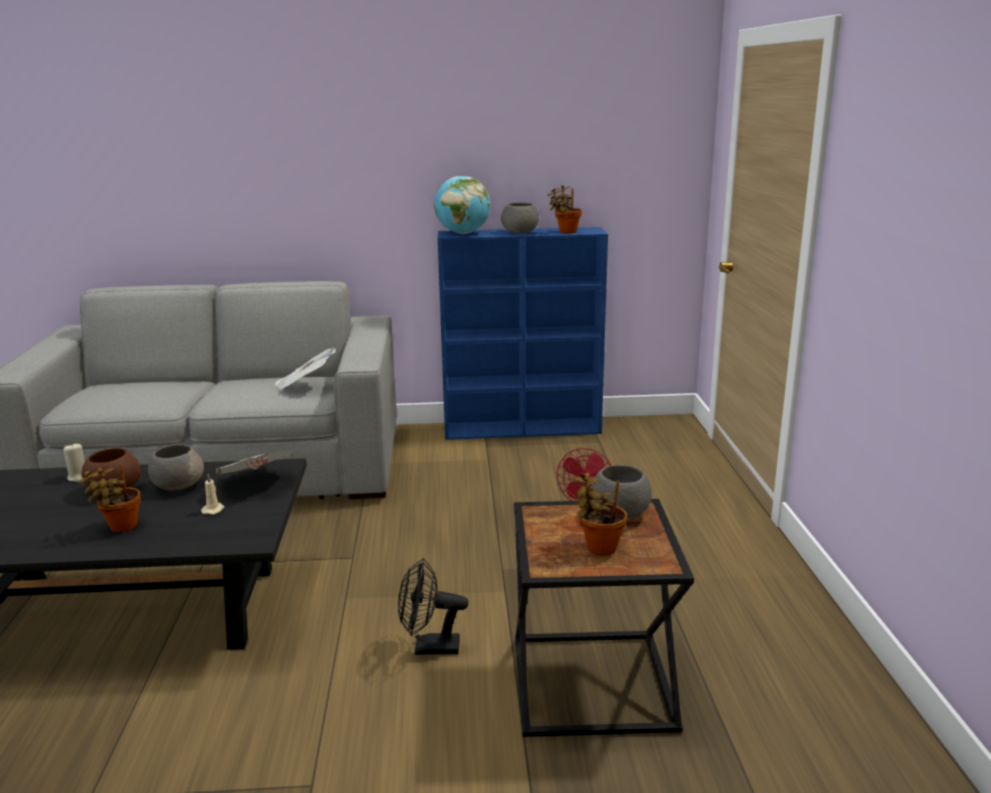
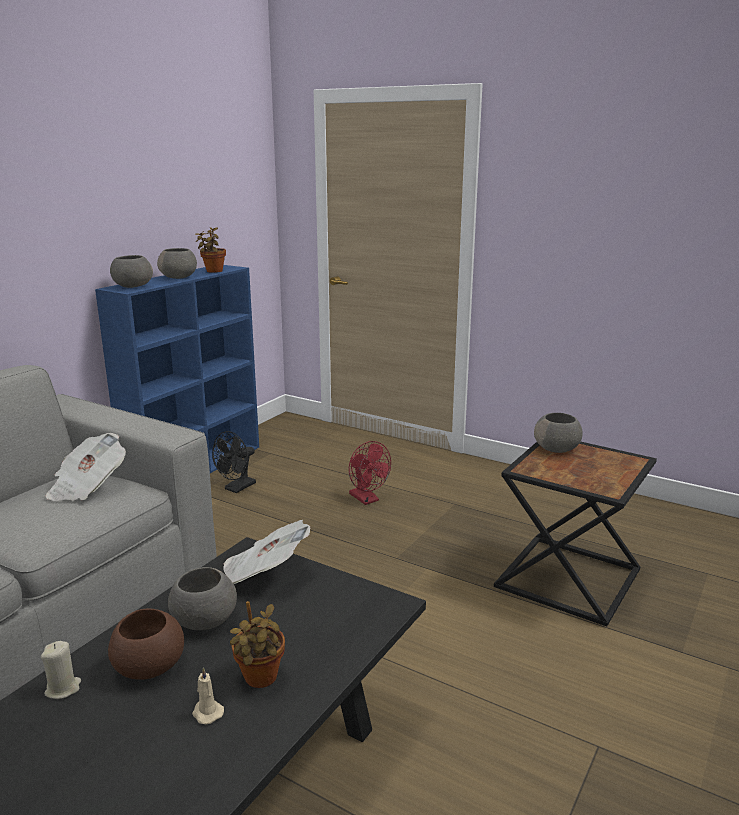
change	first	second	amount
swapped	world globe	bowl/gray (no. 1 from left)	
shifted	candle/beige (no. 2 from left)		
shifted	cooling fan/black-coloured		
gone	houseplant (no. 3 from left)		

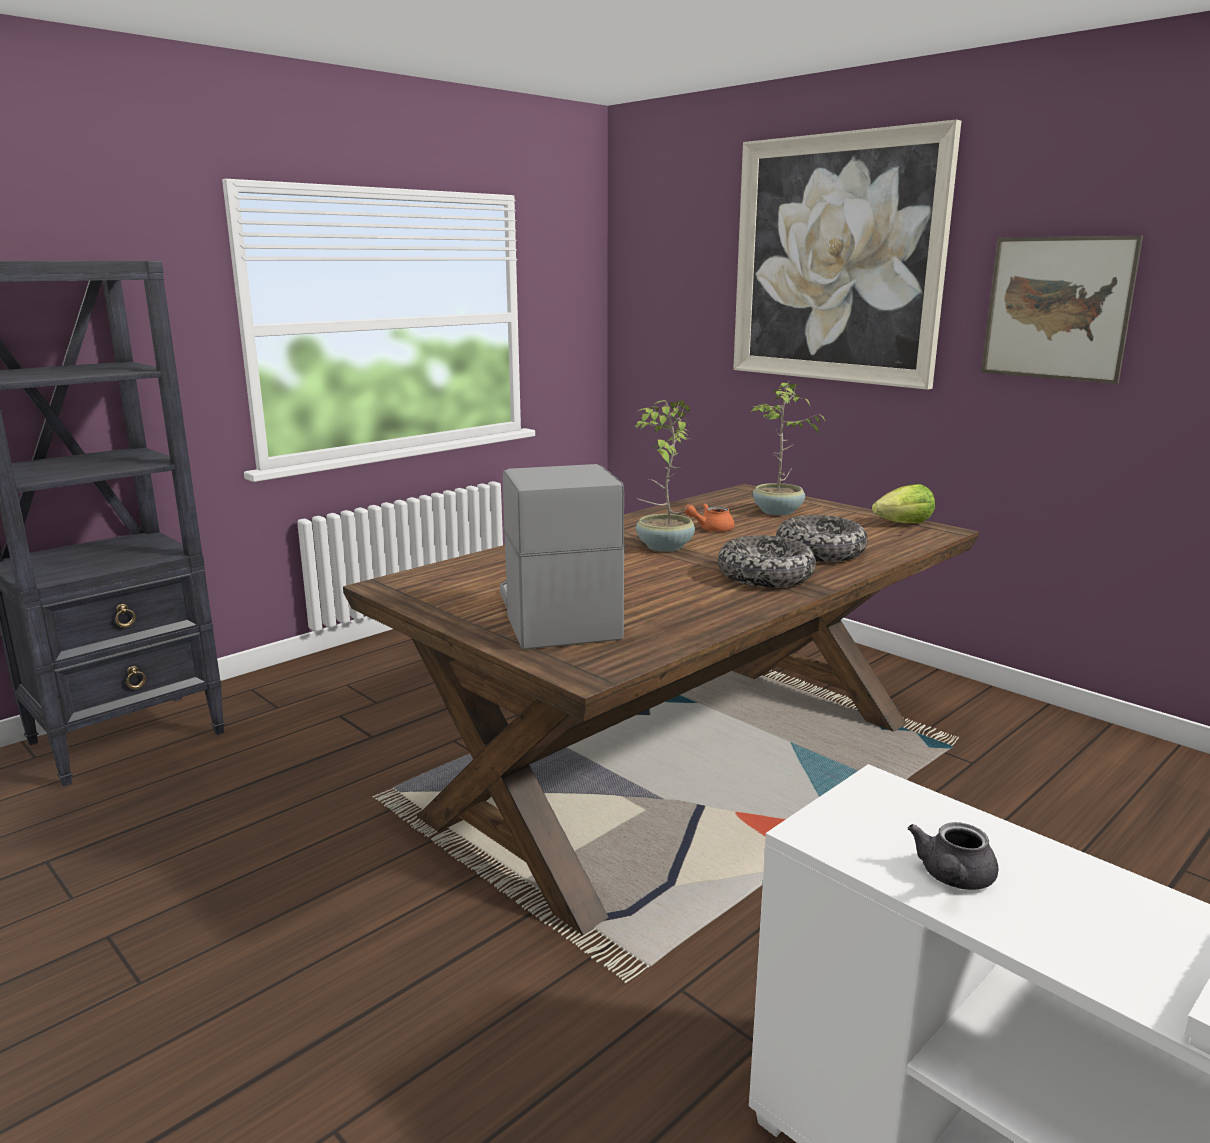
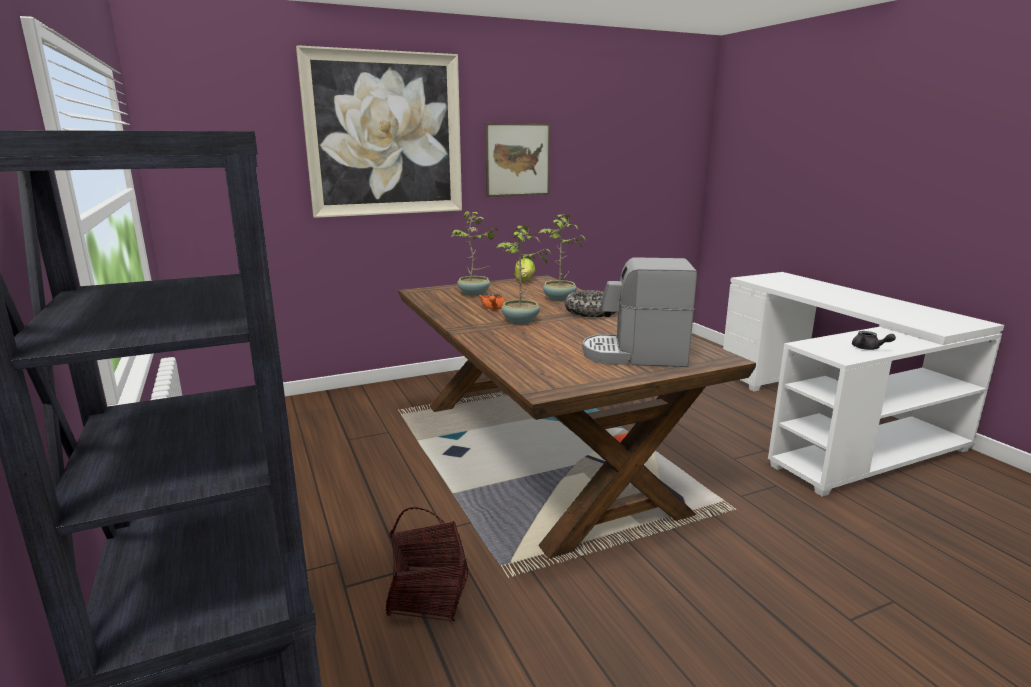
change	first	second	amount
new		storage basket	
swapped	bowl (no. 2 from left)	houseplant (no. 3 from left)	

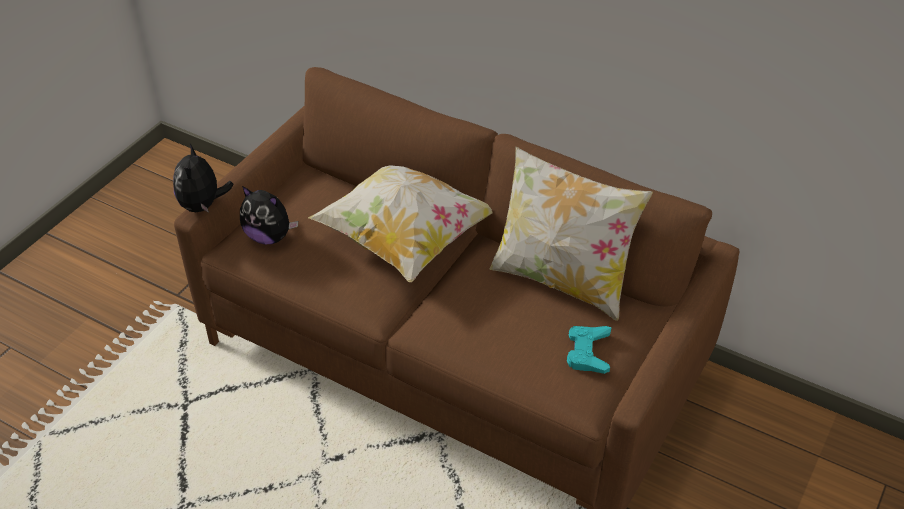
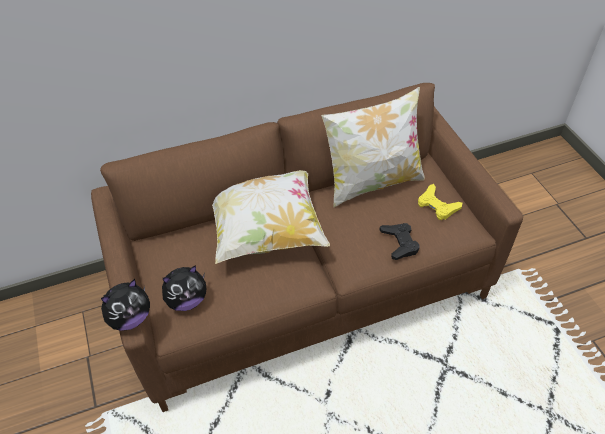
change	first	second	amount
rotated	soft toy (no. 1 from left)		75 degrees counterclockwise
new		joypad/black-coloured	
repainted	joypad/blue-green	joypad/yellowish	

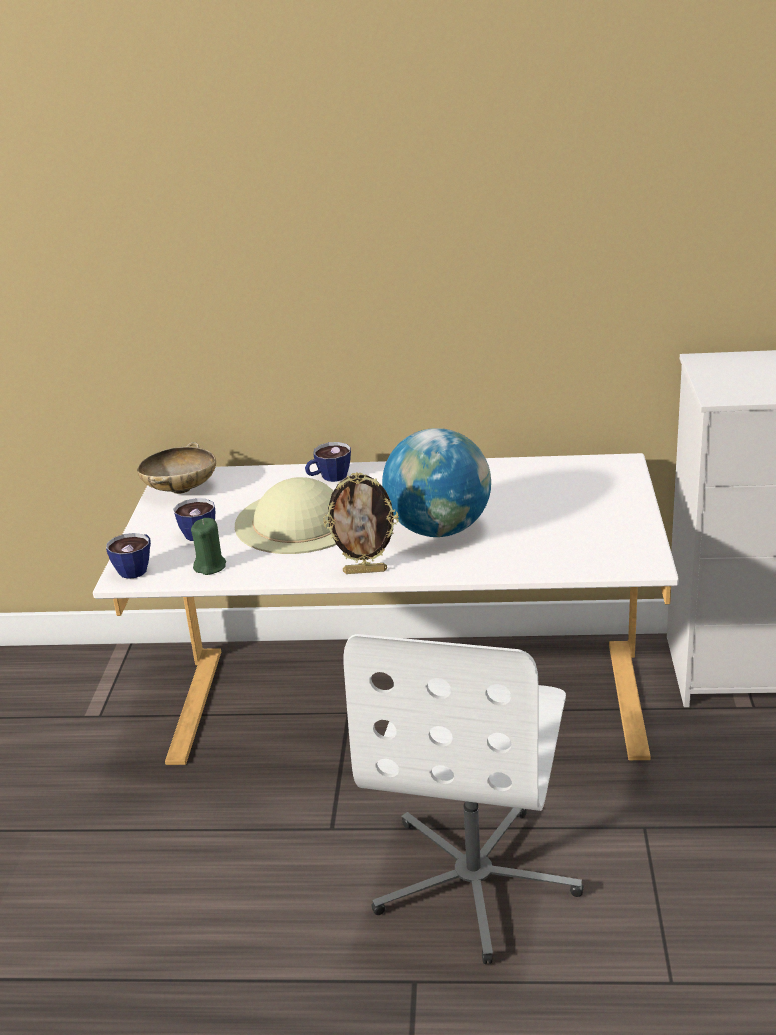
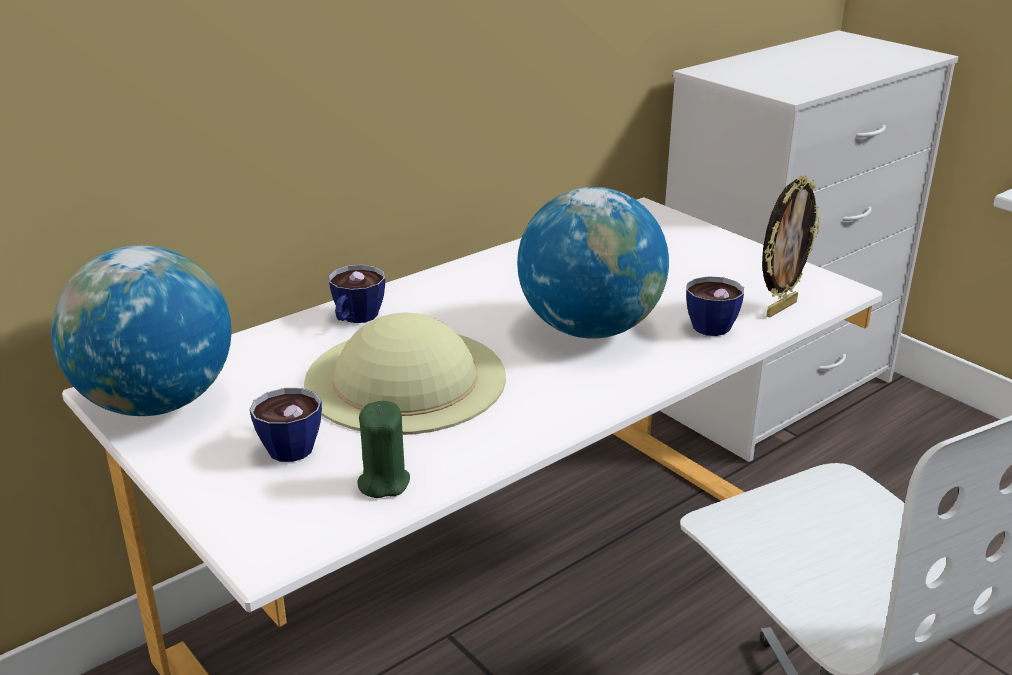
change	first	second	amount
swapped	bowl/beige	world globe (no. 1 from left)	
shifted	cup (no. 1 from left in the first image)	cup (no. 3 from left)	
shifted	photo frame		

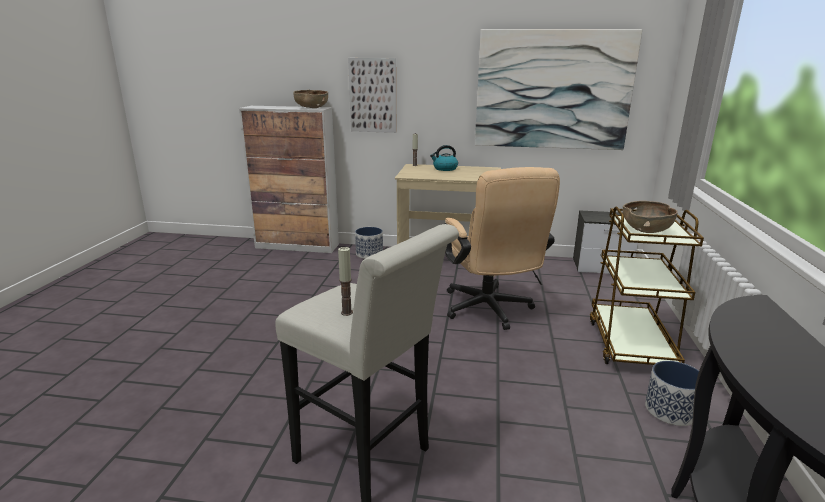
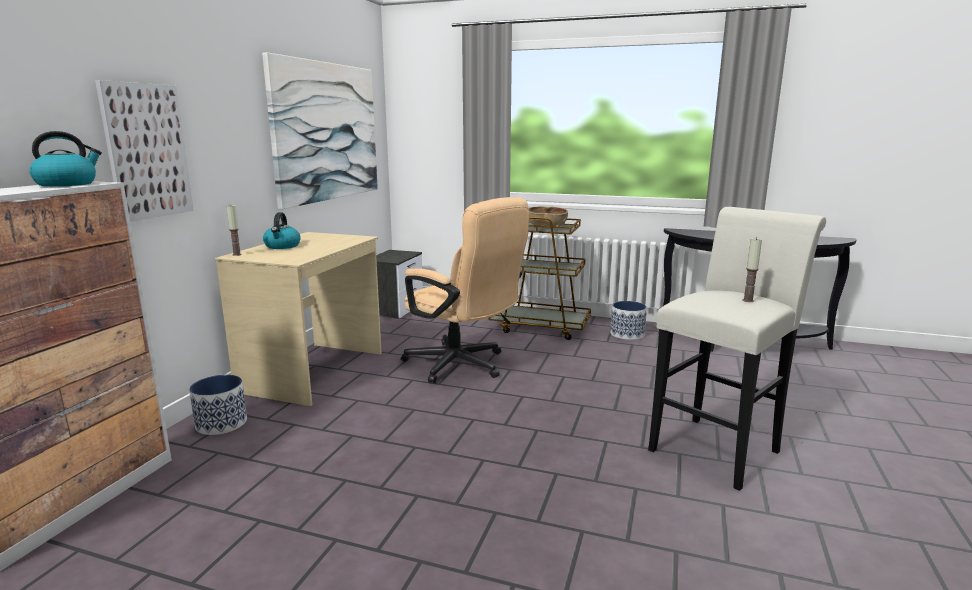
change	first	second	amount
swapped	bowl/brownish (no. 1 from left)	tea kettle (no. 1 from left)	
rotated	computer chair/beige		45 degrees clockwise

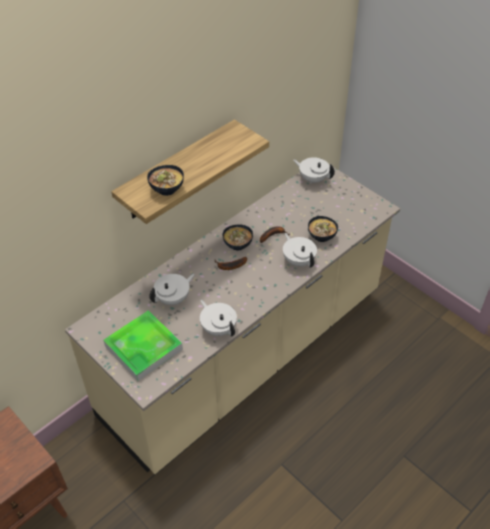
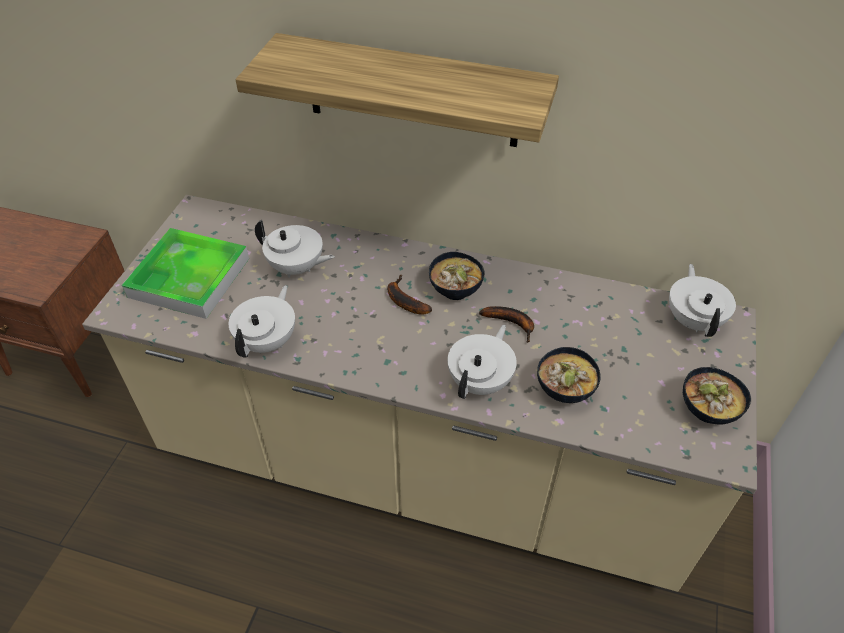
change	first	second	amount
shifted	bowl (no. 1 from left in the first image)	bowl (no. 3 from left)	

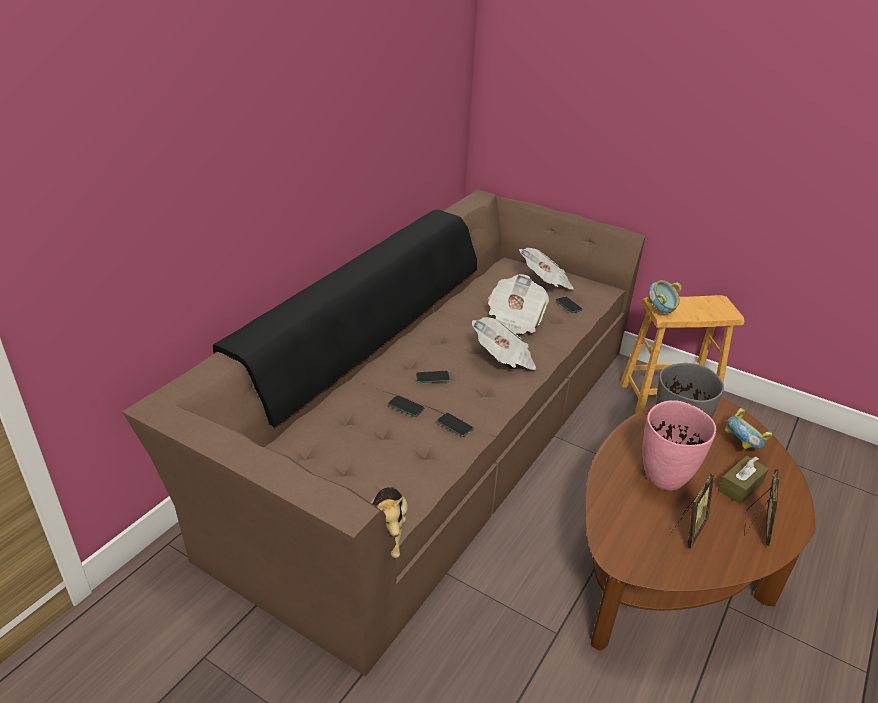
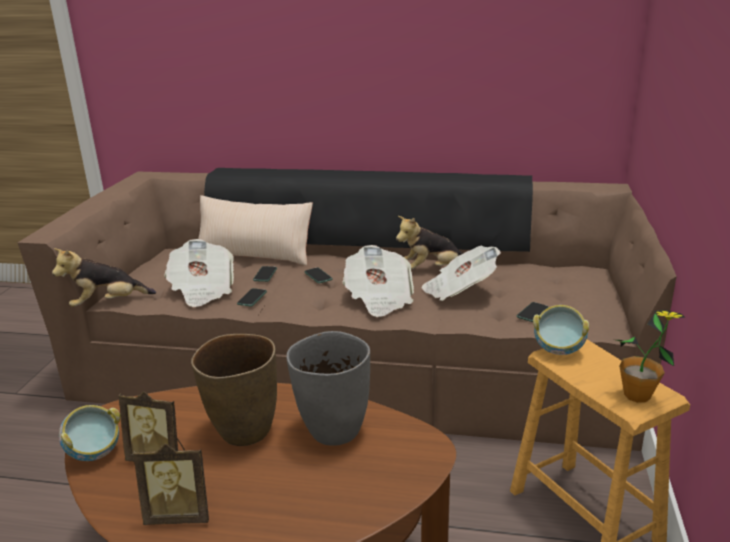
change	first	second	amount
shifted	bowl (no. 2 from left in the first image)	bowl (no. 1 from left)	
shifted	newspaper (no. 3 from left in the first image)	newspaper (no. 1 from left)	
repainted	flower vase/pinkish	flower vase/brownish	
new		pillow/beige	
new		soft toy (no. 2 from left)	
new		houseplant	
gone	tissue box/brownish		

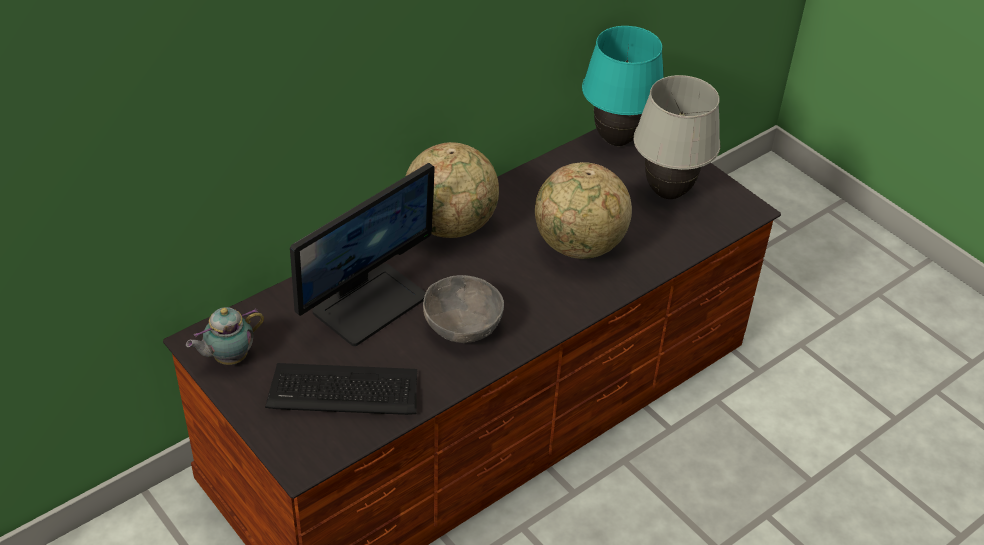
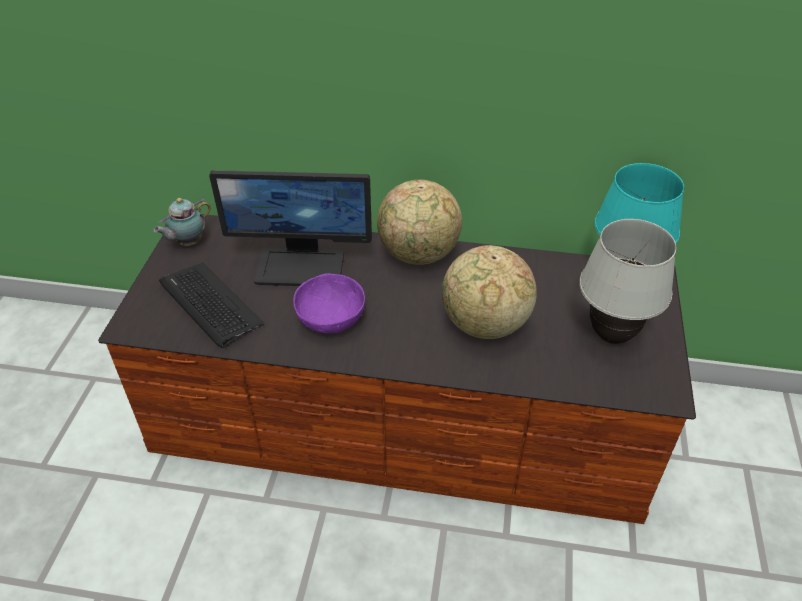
change	first	second	amount
rotated	teapot		60 degrees counterclockwise
repainted	bowl/gray	bowl/purplish	

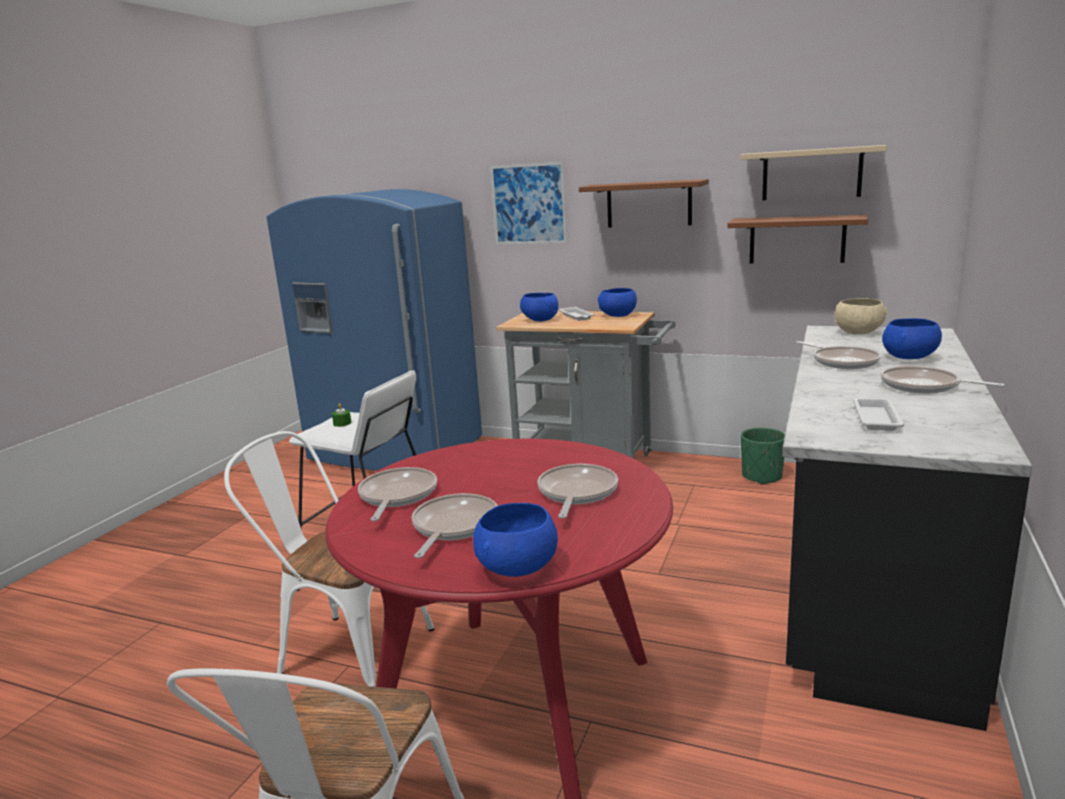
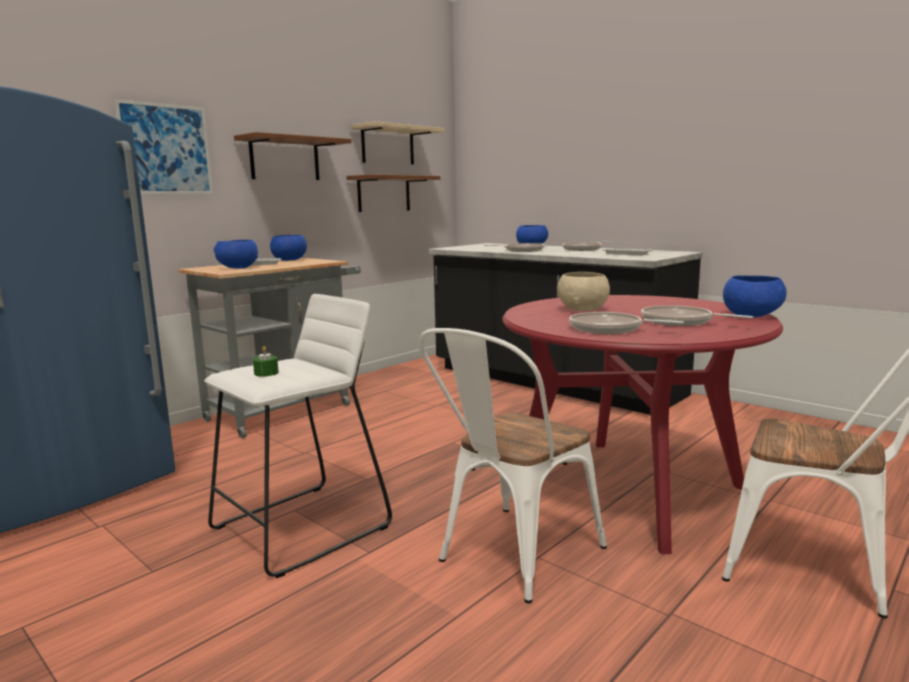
change	first	second	amount
shifted	bowl/beige		
gone	frying pan (no. 3 from left)		
gone	planter/green		

